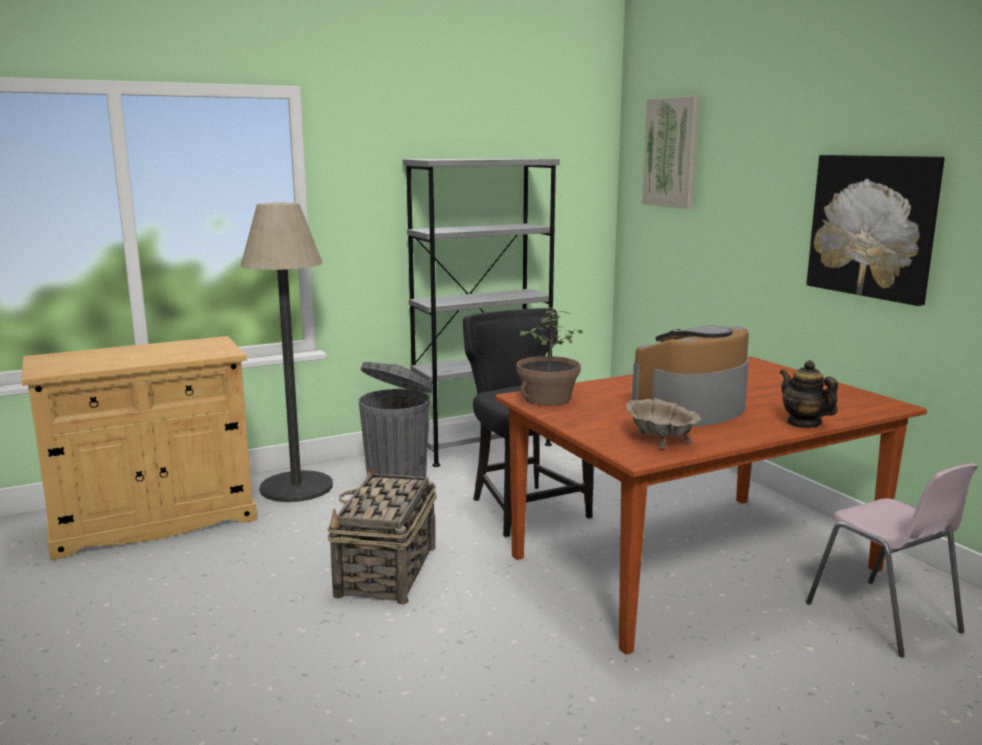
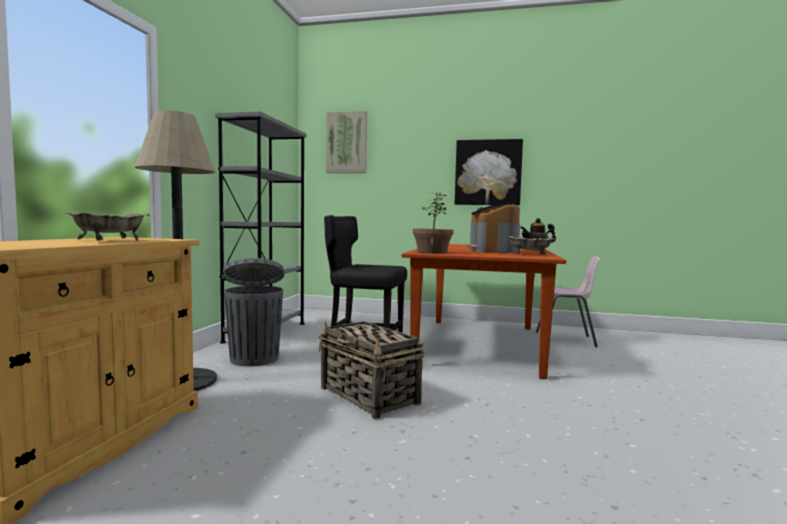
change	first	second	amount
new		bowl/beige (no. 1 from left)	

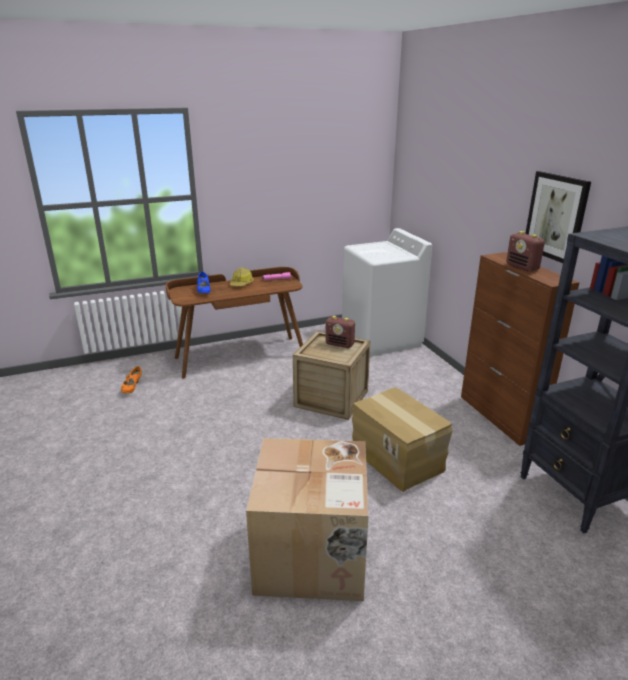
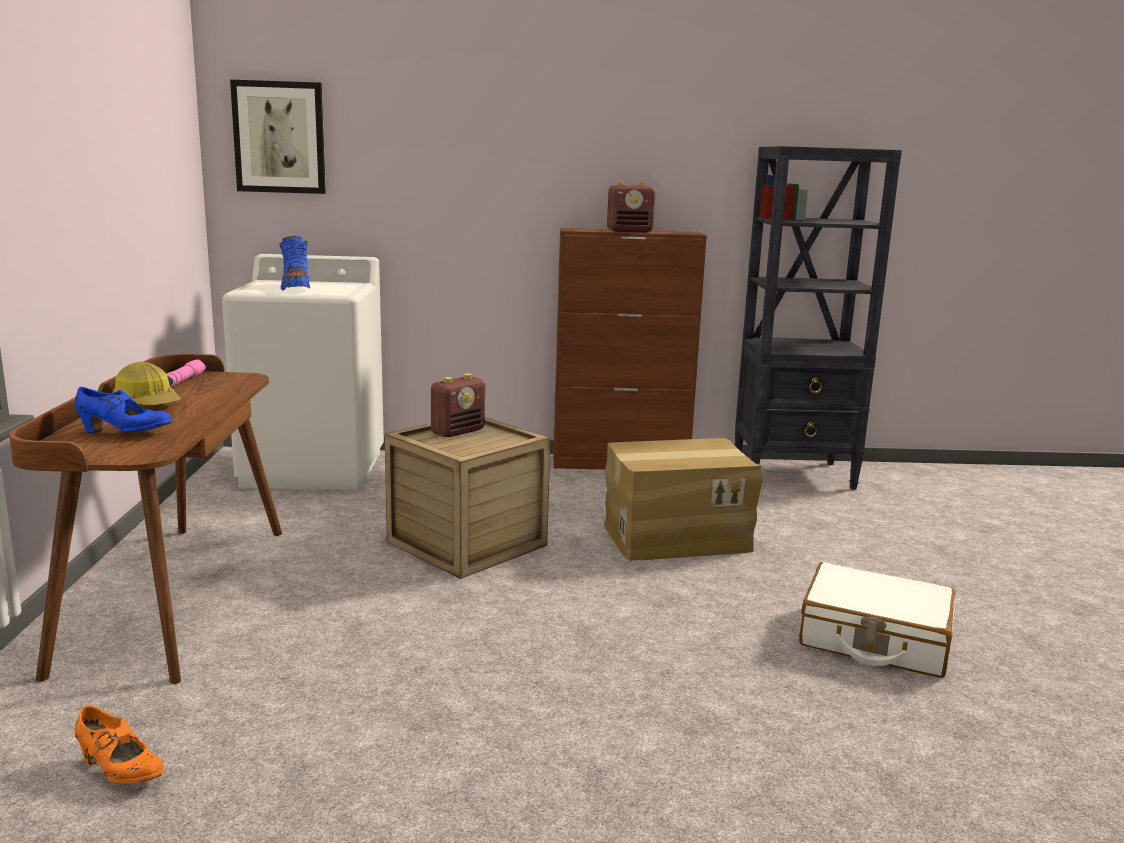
change	first	second	amount
shifted	wall art		
new		boot/bluish	
swapped	cardboard box (no. 1 from left)	suitcase/whitish	

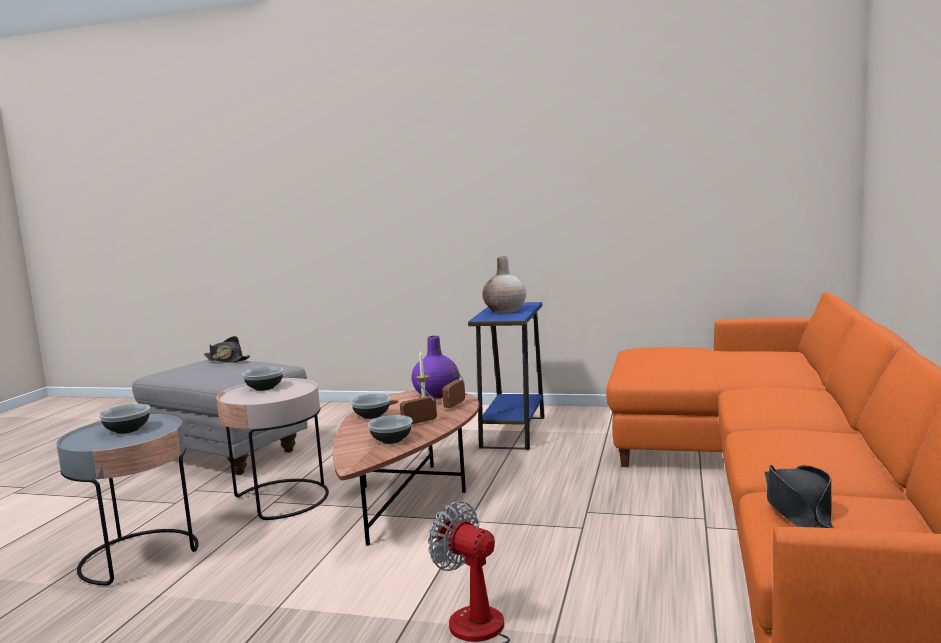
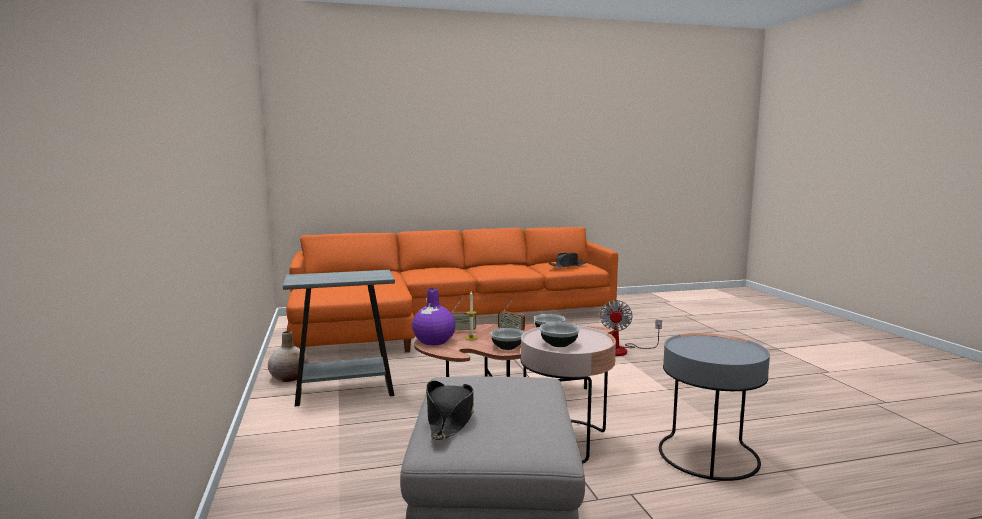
change	first	second	amount
shifted	flower vase/beige		
repainted	accent table/bluish	accent table/gray (no. 1 from left)	
gone	bowl (no. 1 from left)		

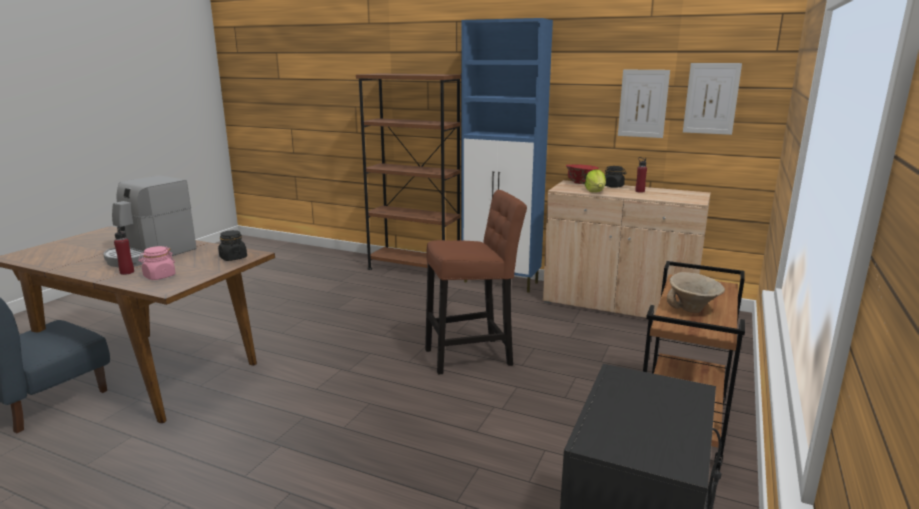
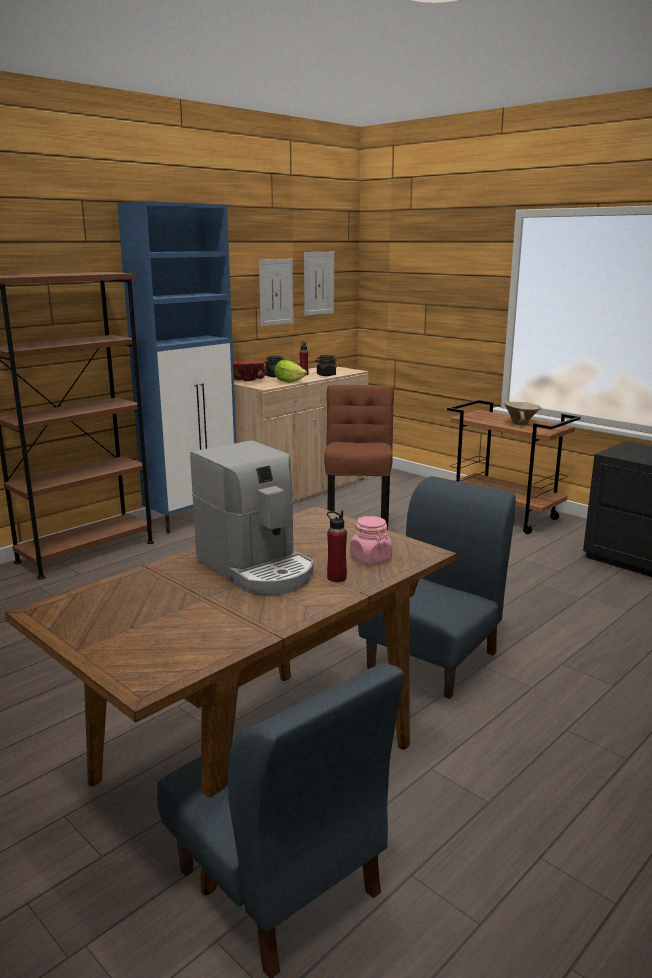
change	first	second	amount
shifted	jar/black-coloured (no. 1 from left in the first image)	jar/black-coloured (no. 2 from left)	
new		chair/bluish (no. 2 from left)	

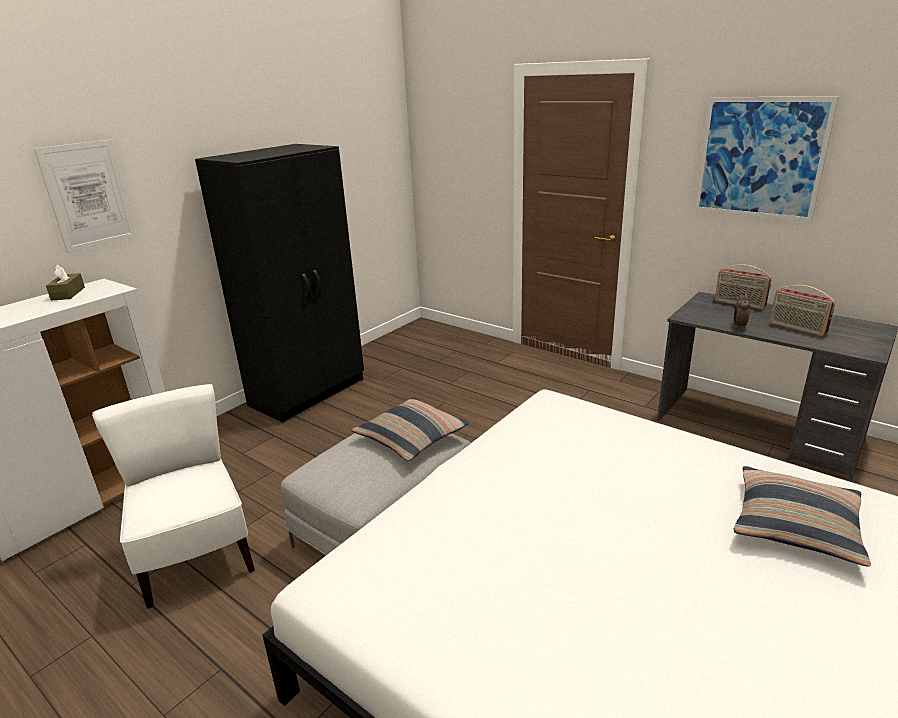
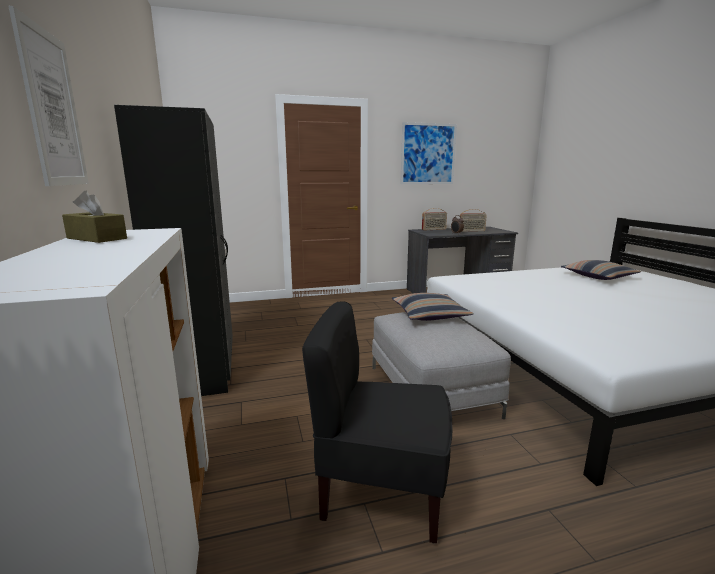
change	first	second	amount
repainted	chair/whitish	chair/black-coloured	

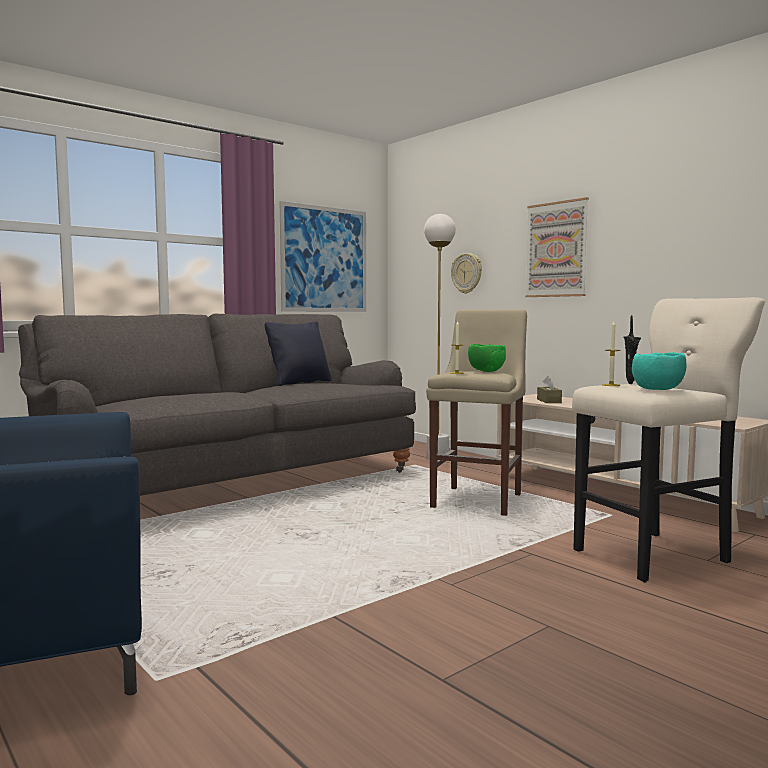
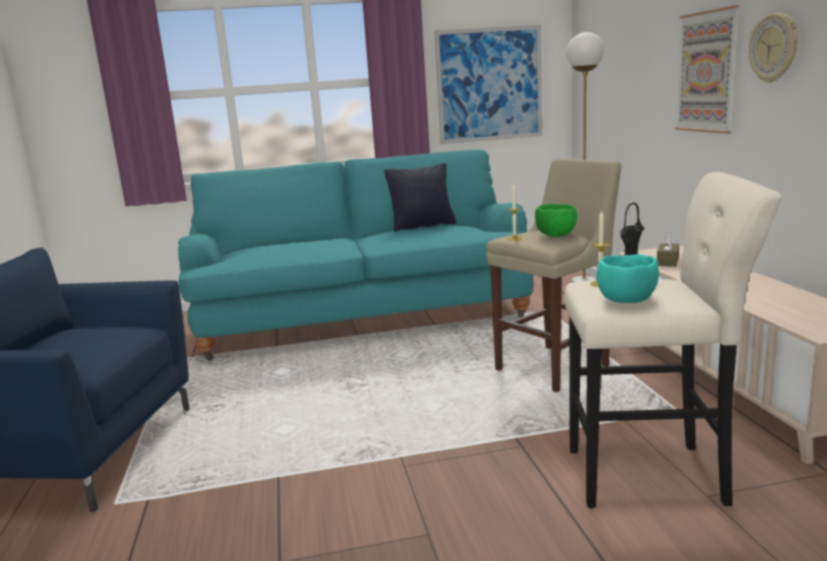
change	first	second	amount
repainted	settee/gray	settee/blue-green	
shifted	clock on the wall		

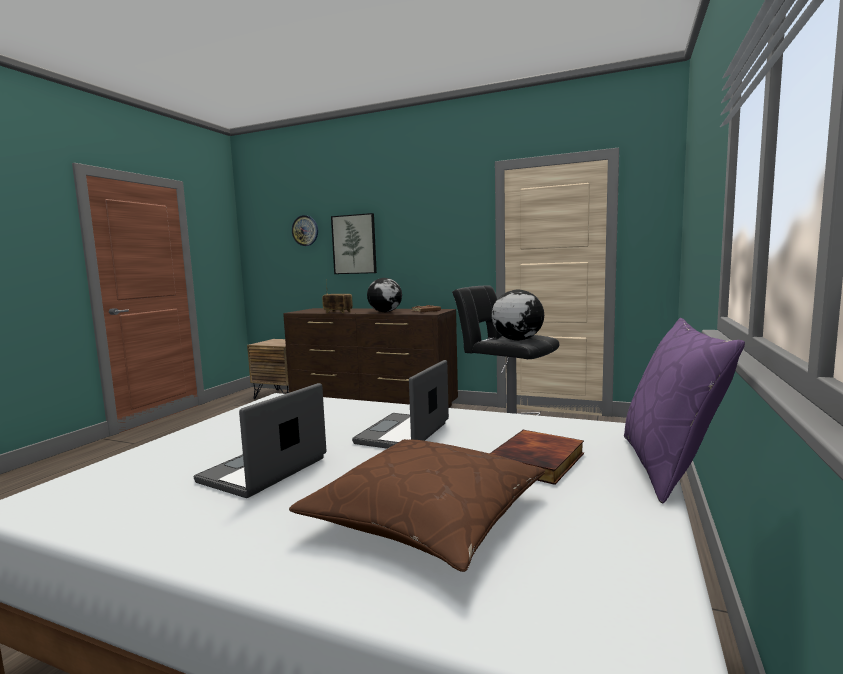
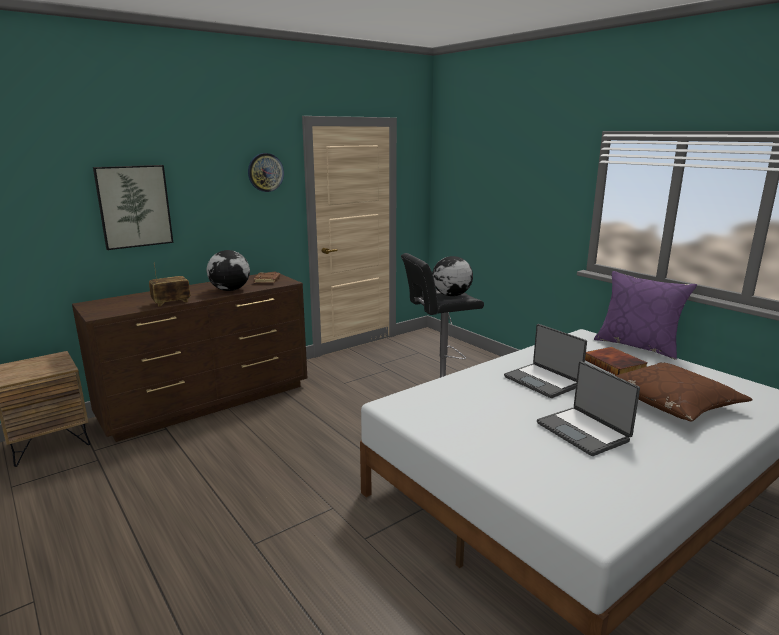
change	first	second	amount
shifted	clock on the wall		

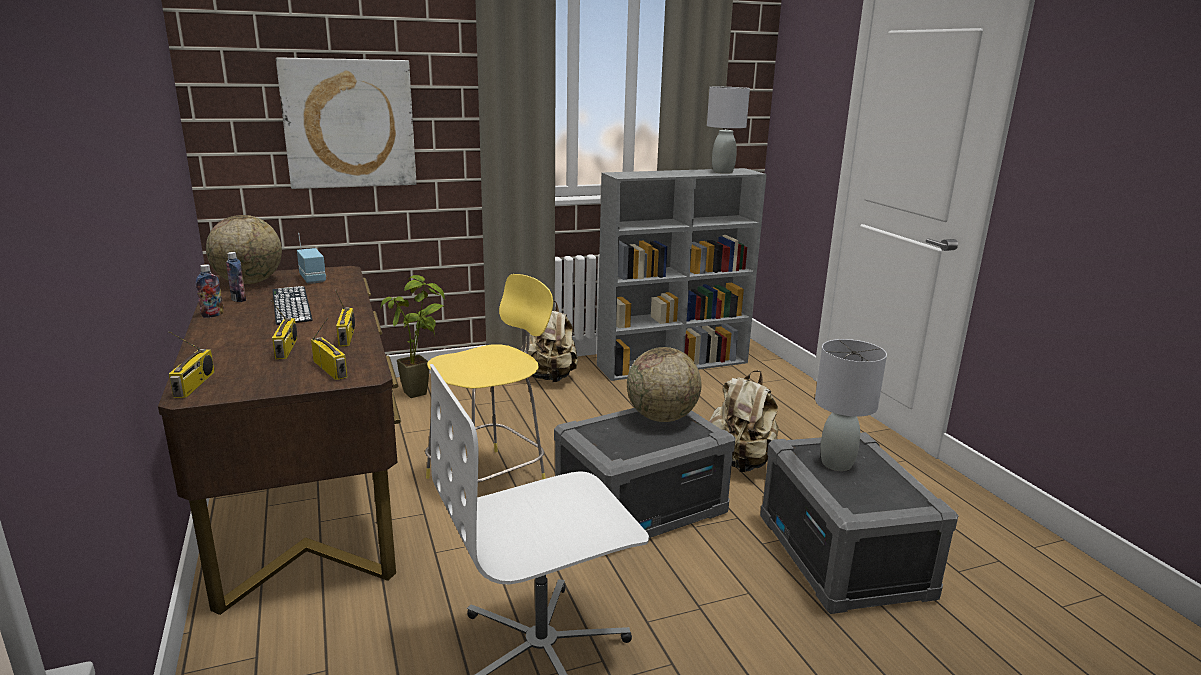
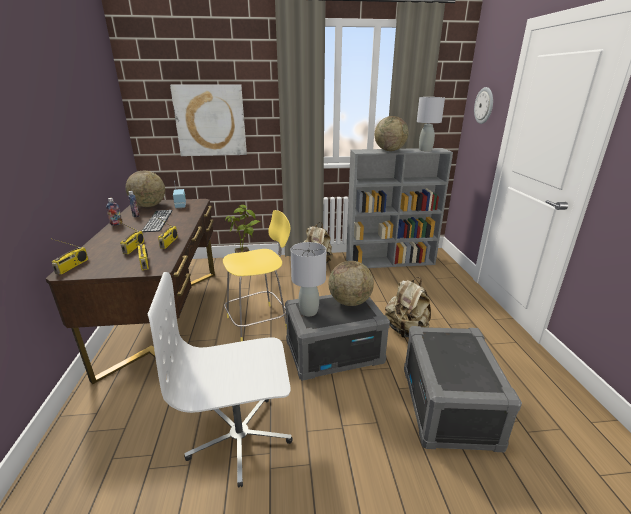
change	first	second	amount
shifted	table lamp/gray (no. 2 from left in the first image)	table lamp/gray (no. 1 from left)	
new		world globe (no. 3 from left)	
new		clock on the wall	

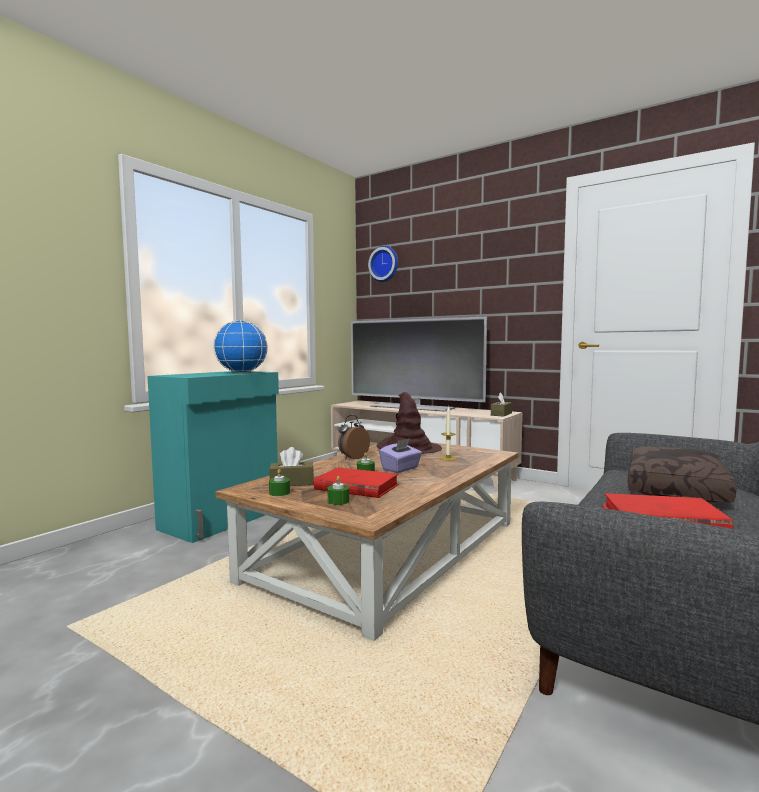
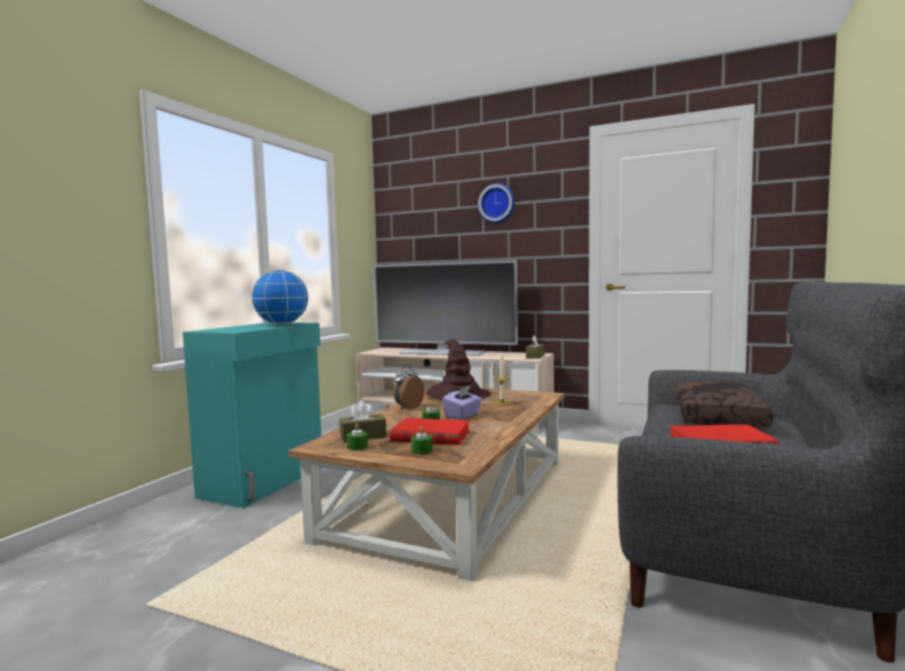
change	first	second	amount
shifted	clock on the wall		

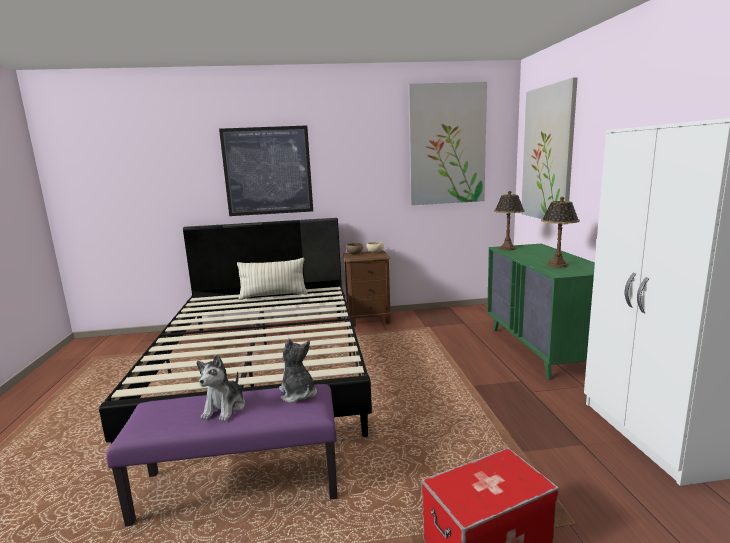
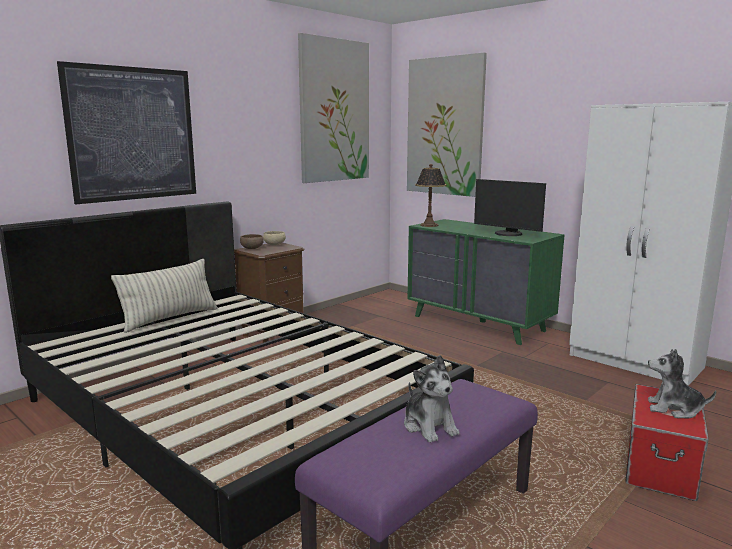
change	first	second	amount
swapped	table lamp (no. 2 from left)	monitor	
shifted	soft toy (no. 2 from left)		

